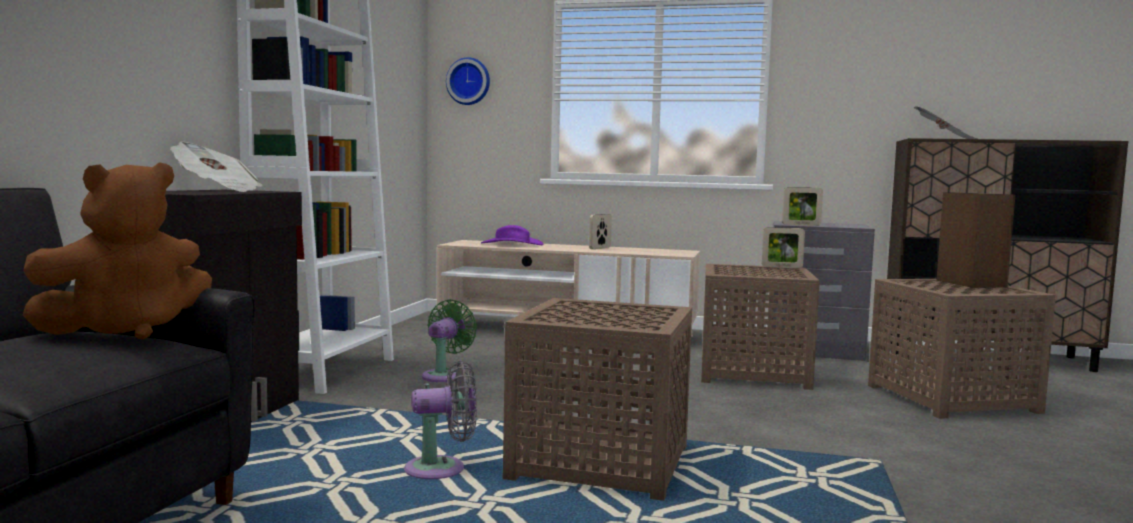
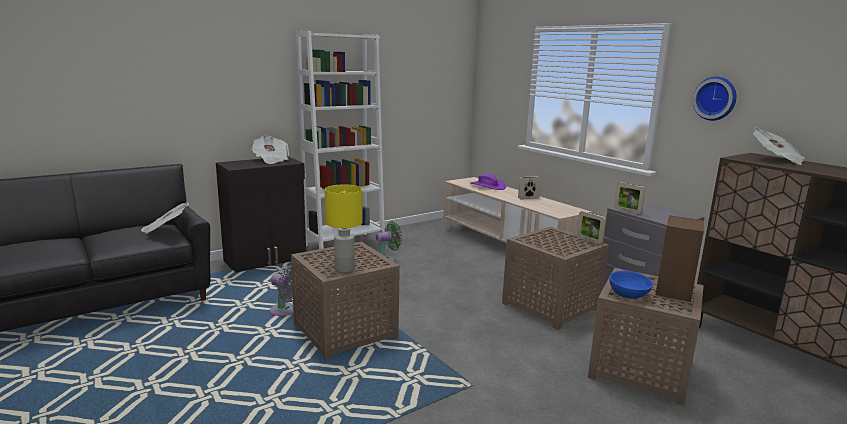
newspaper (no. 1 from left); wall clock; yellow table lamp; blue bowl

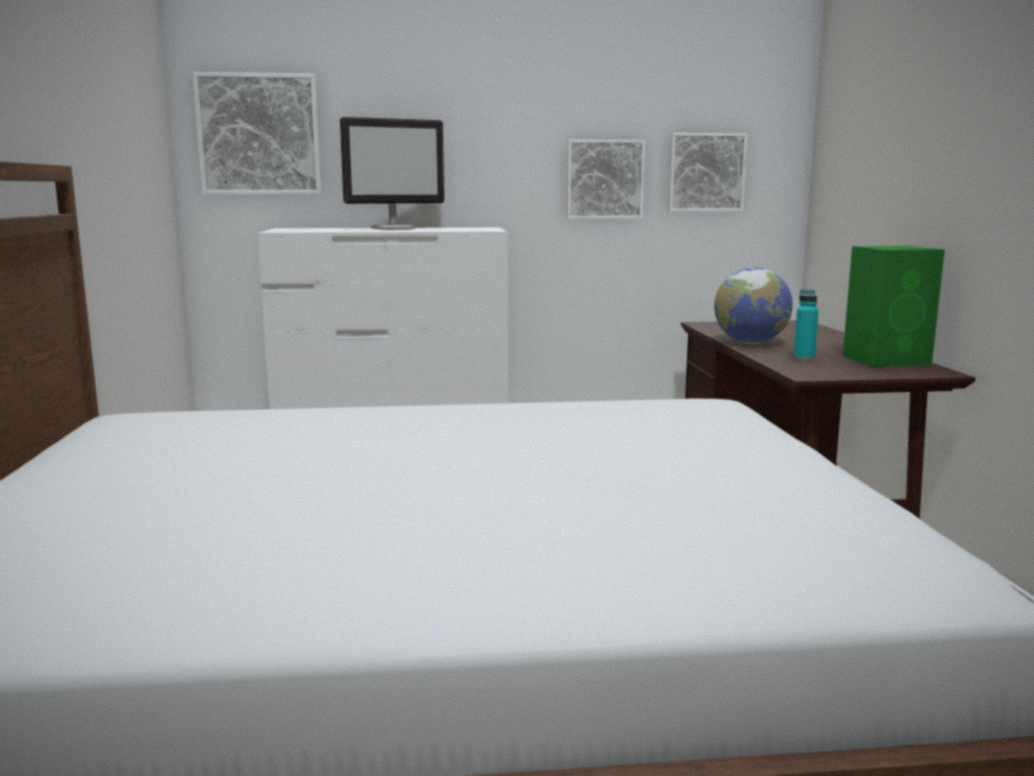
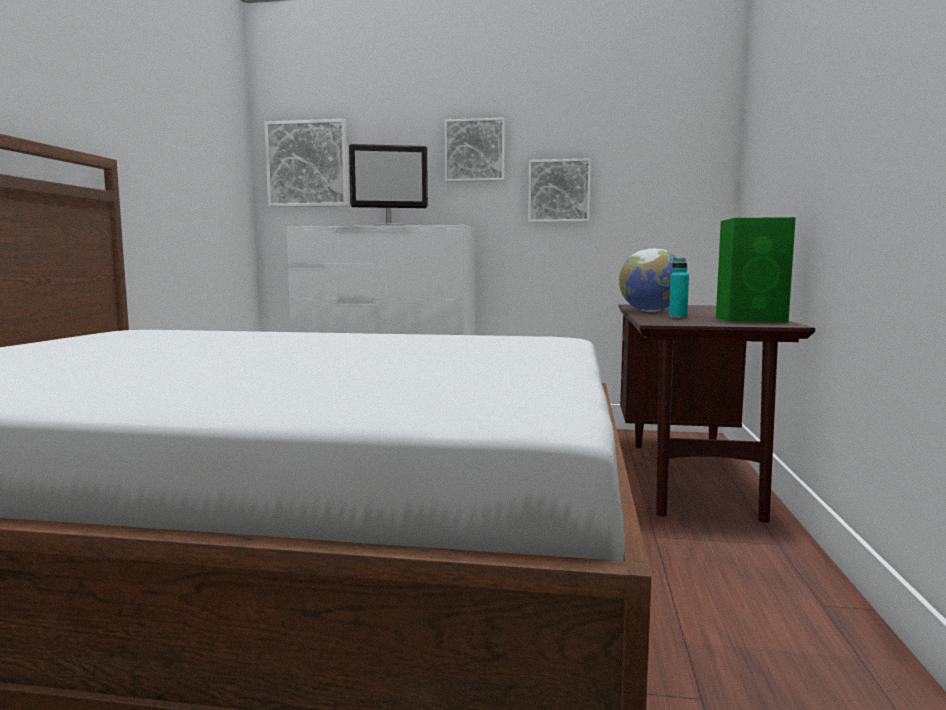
picture (no. 2 from left)

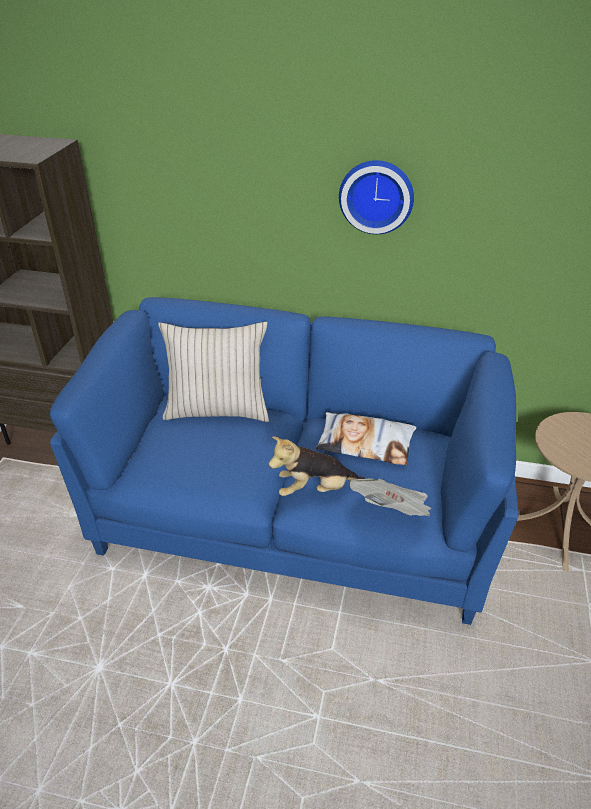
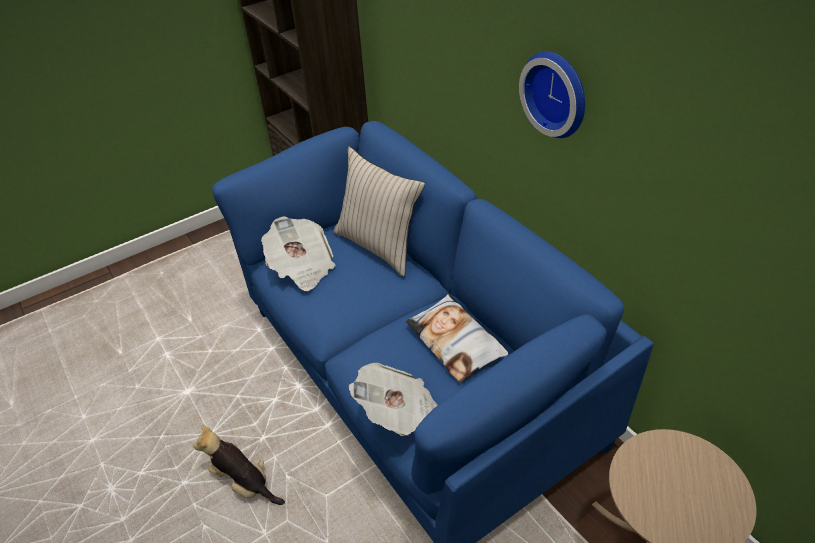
plush toy; newspaper (no. 1 from left)

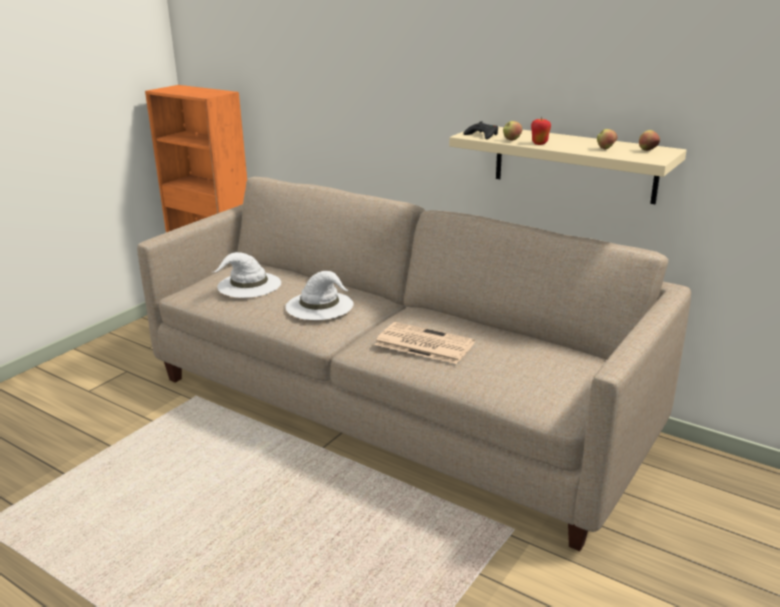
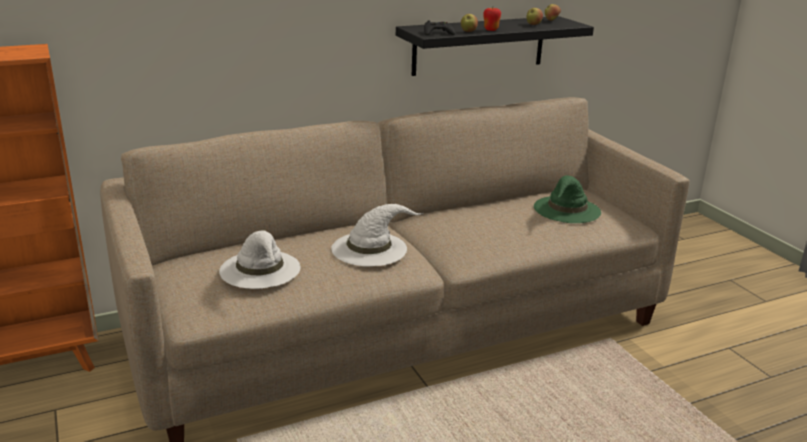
newspaper; black shelf; green hat

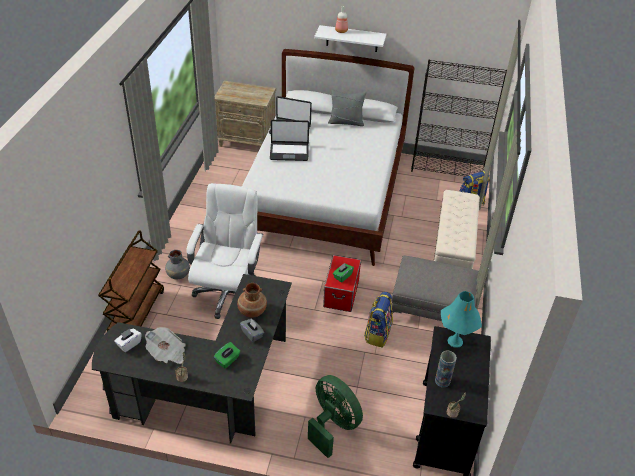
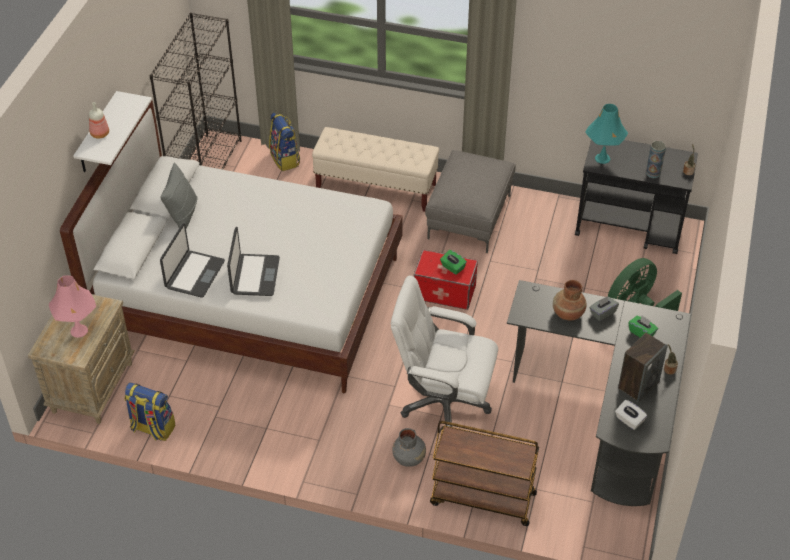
speaker; backpack (no. 1 from left); pink table lamp

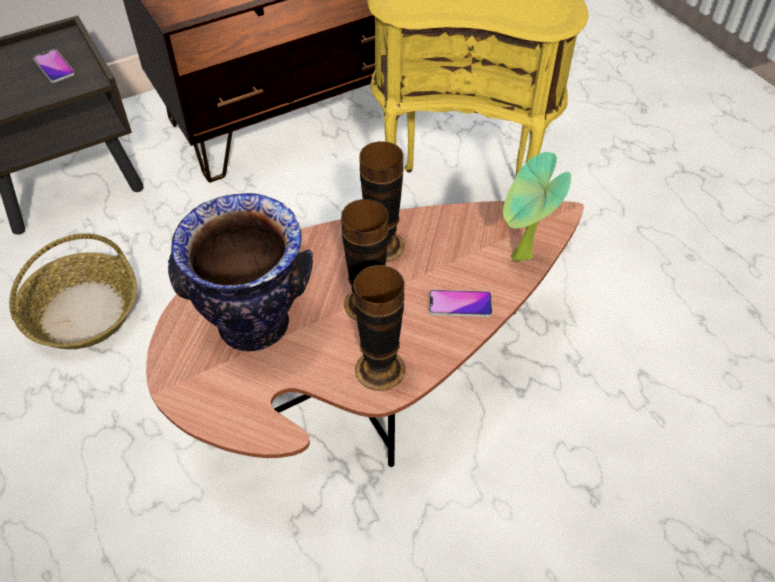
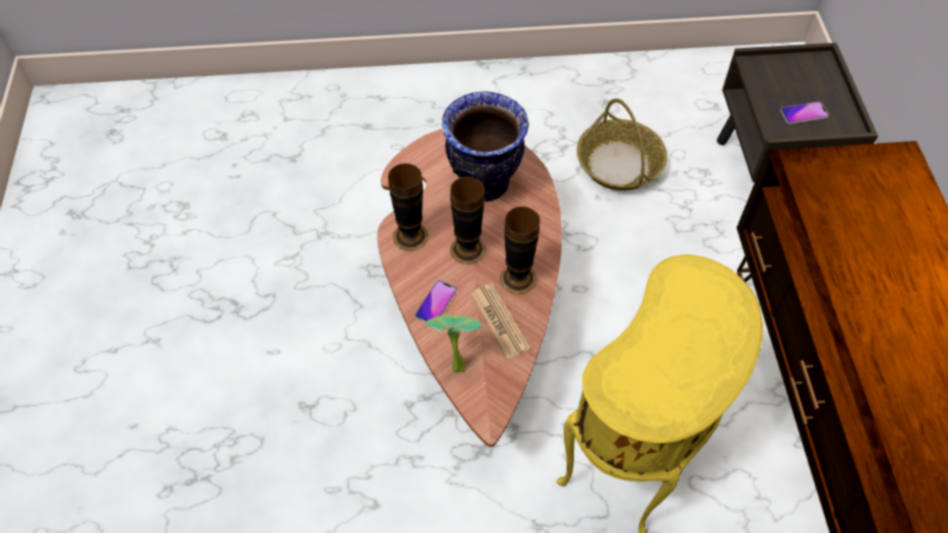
newspaper

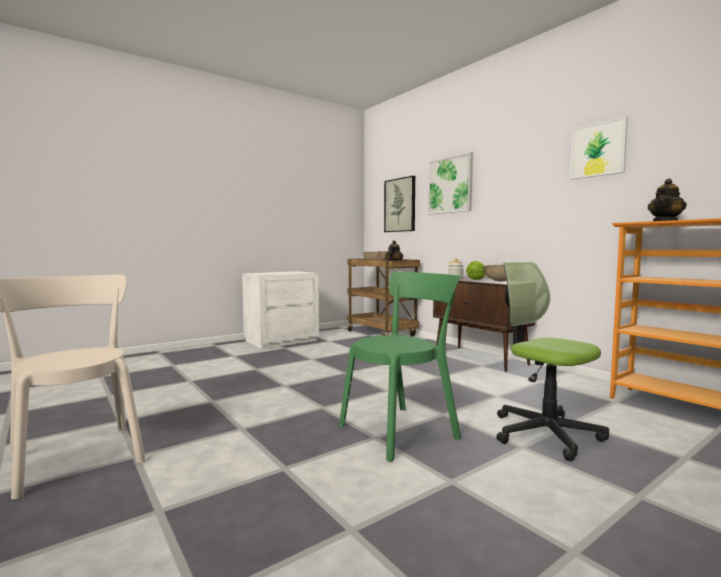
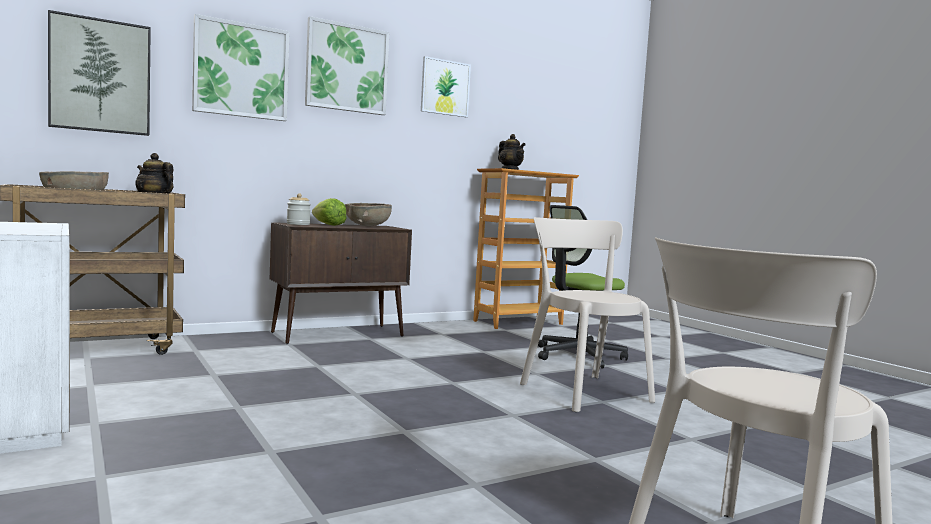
beige chair (no. 1 from left); picture (no. 3 from left)

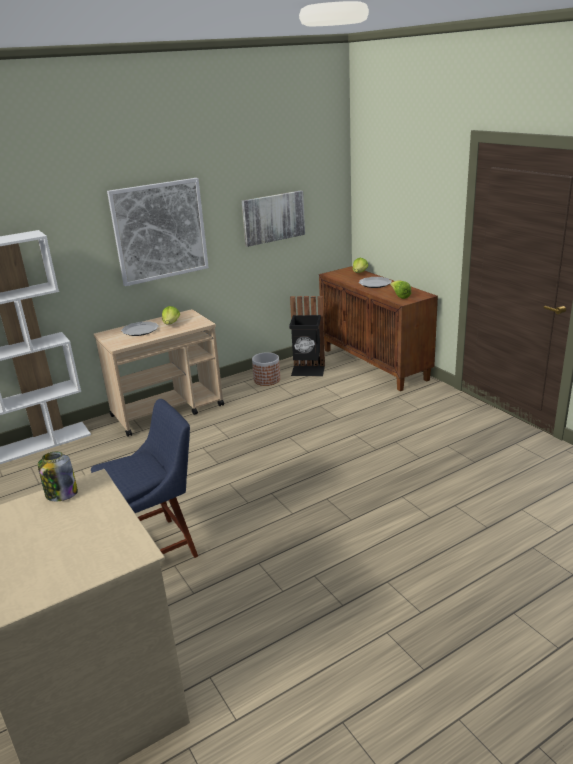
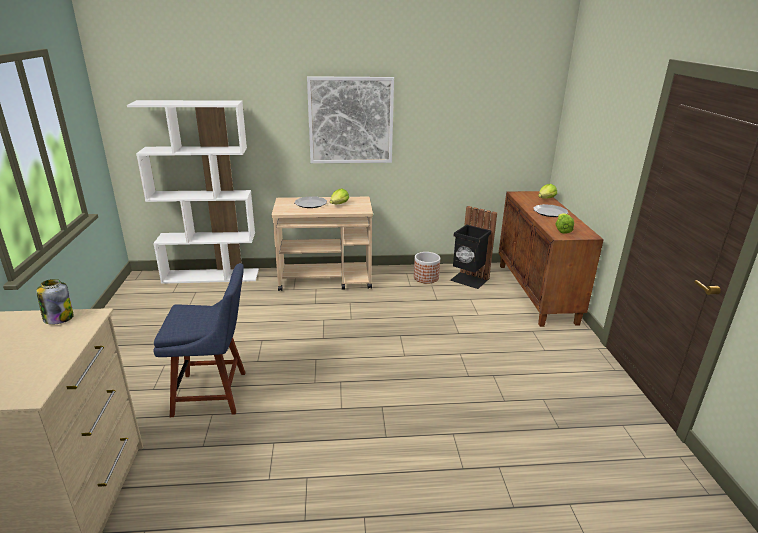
picture (no. 2 from left in the first image)

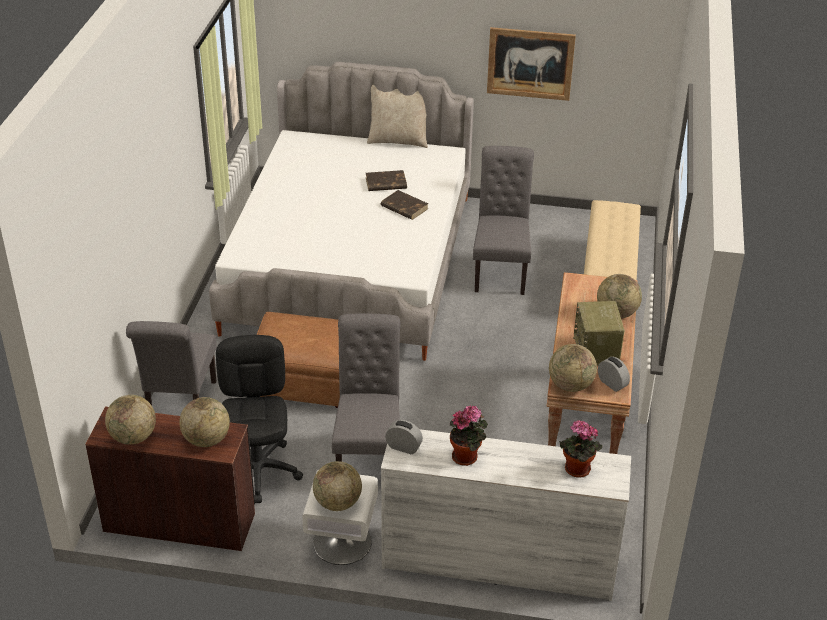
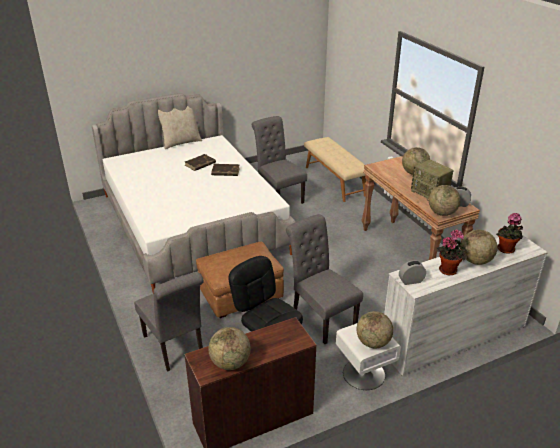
globe (no. 5 from left); picture

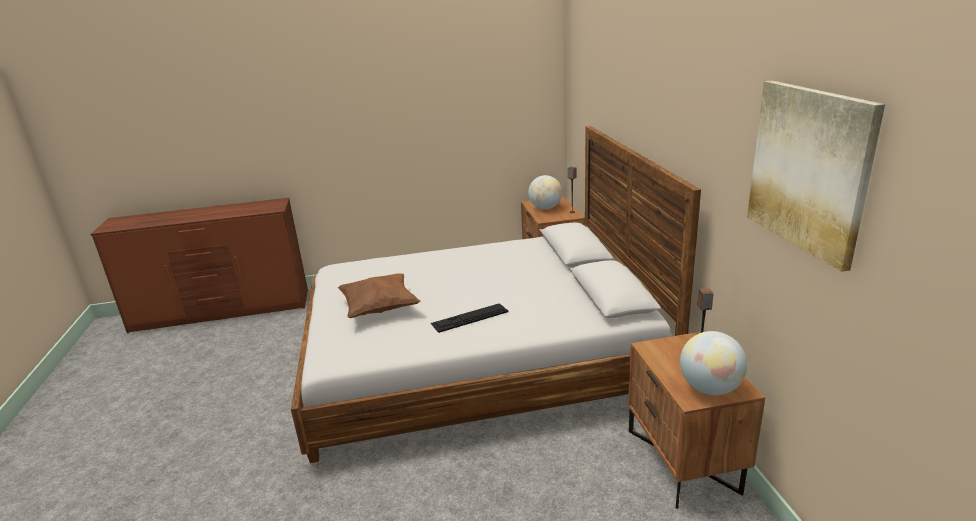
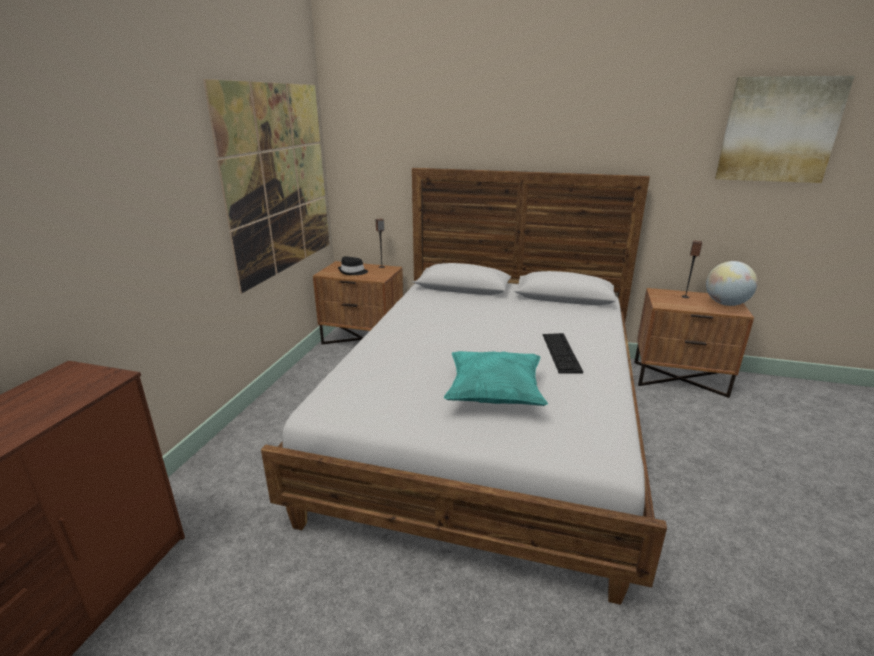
turquoise pillow; black hat; picture (no. 1 from left)

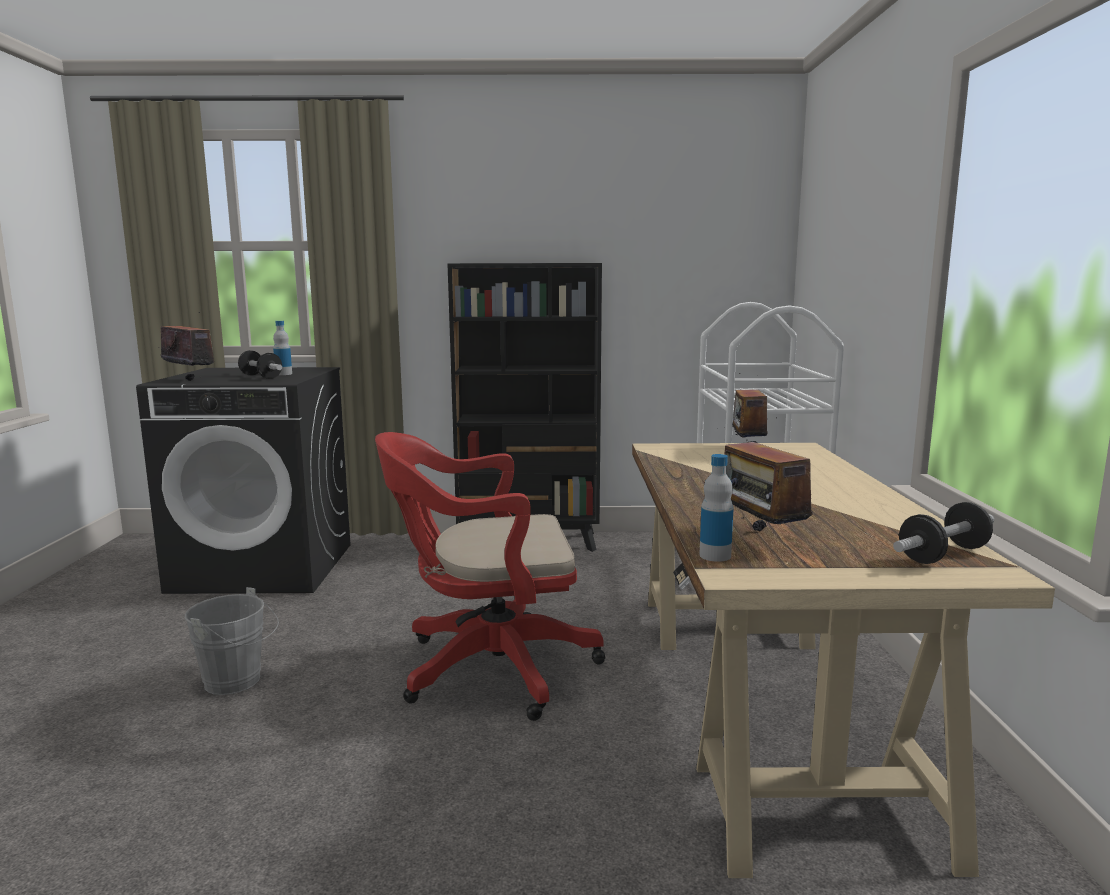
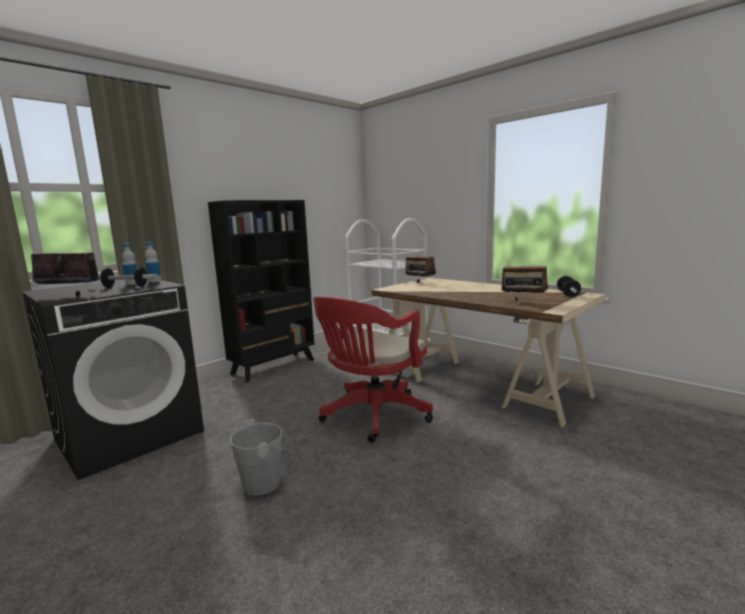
bottle (no. 2 from left)

